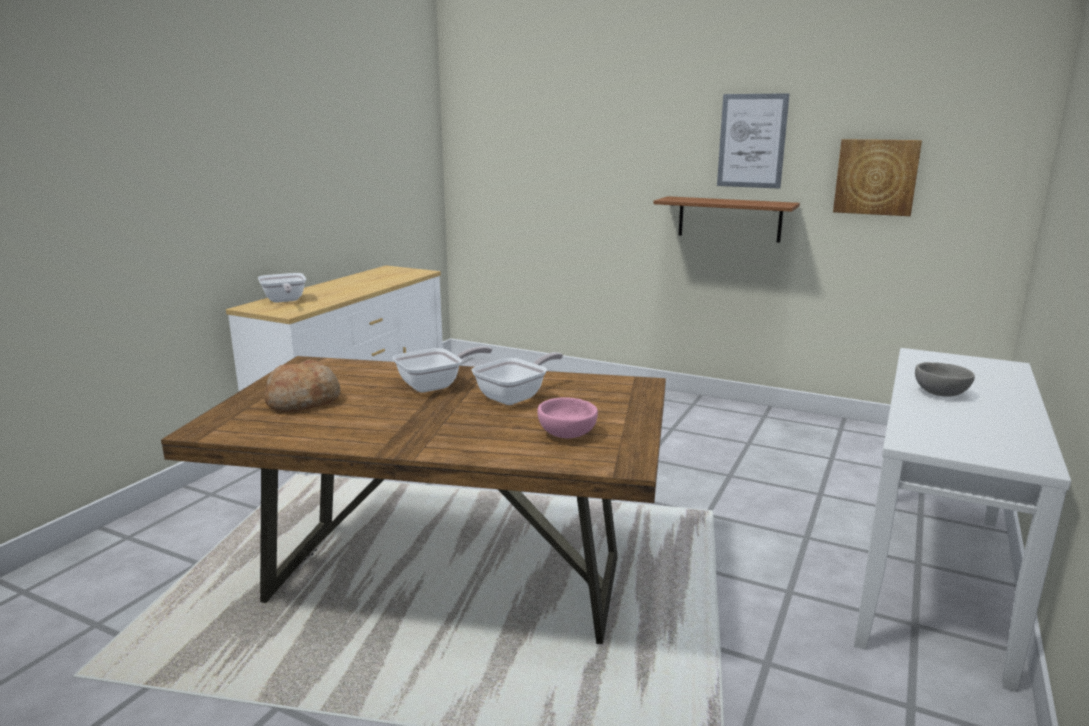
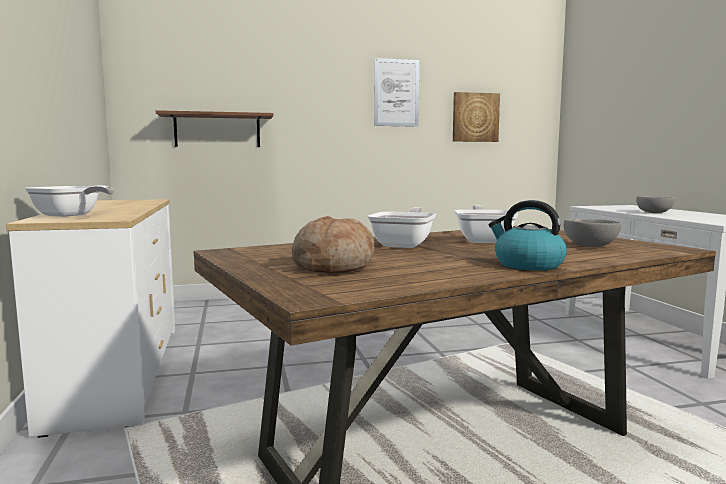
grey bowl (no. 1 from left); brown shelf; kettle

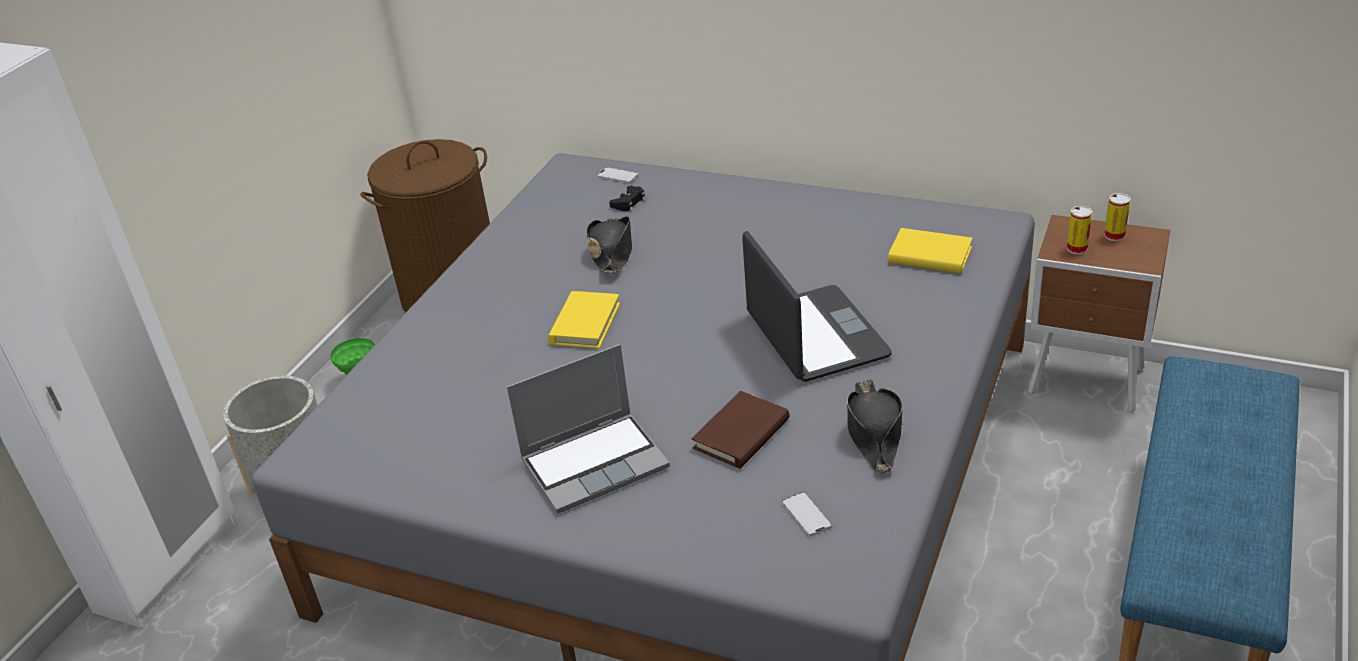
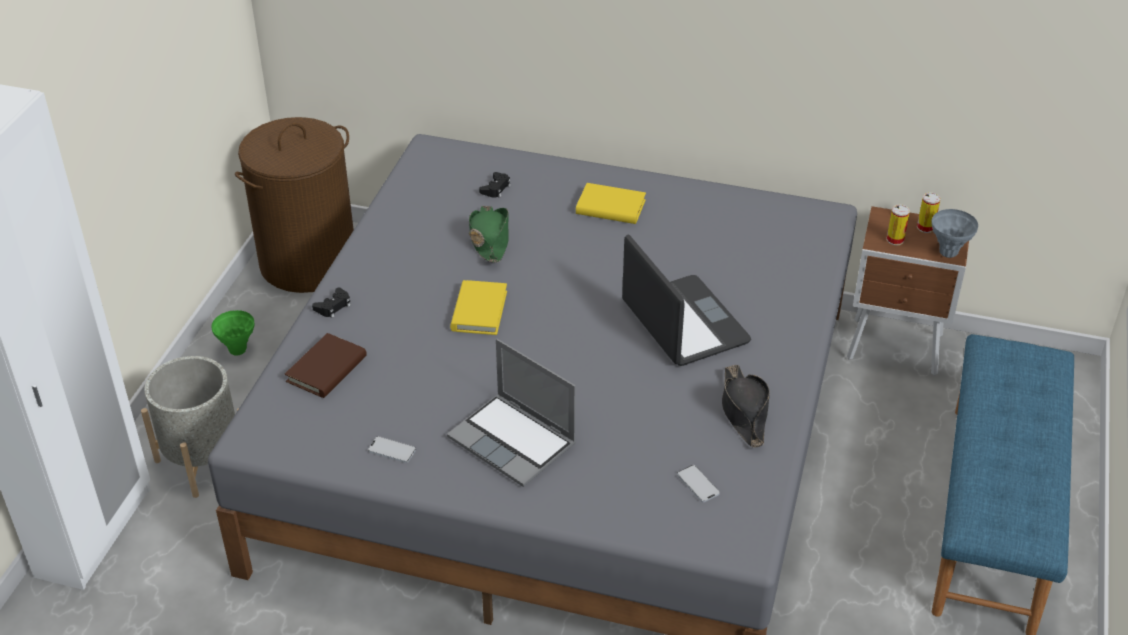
laptop (no. 1 from left); green hat; phone (no. 1 from left); brown book; yellow book (no. 2 from left); black game controller (no. 1 from left); grey vase

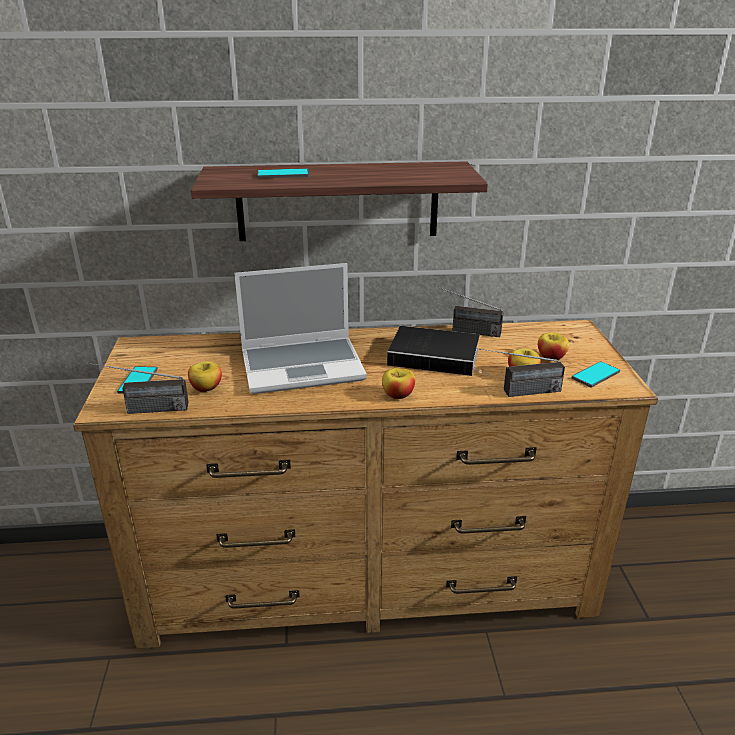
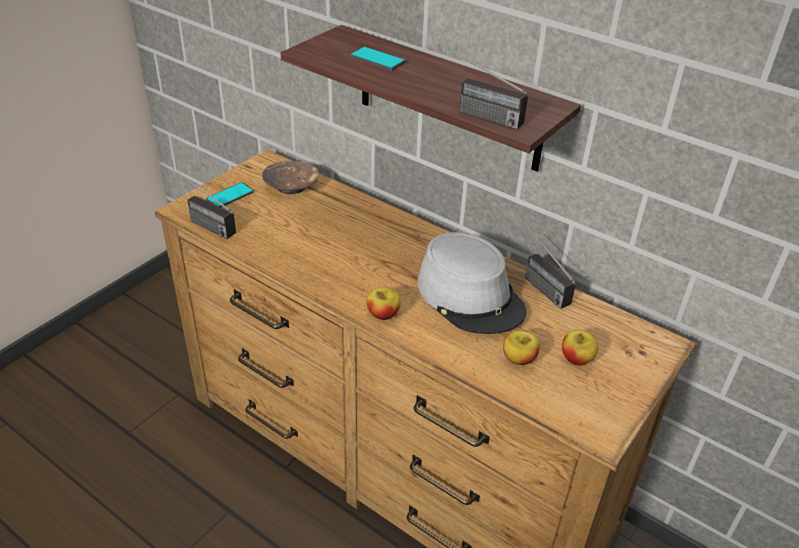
apple (no. 1 from left in the first image); laptop; grey hat; radio (no. 2 from left); phone (no. 3 from left in the first image); brown bowl

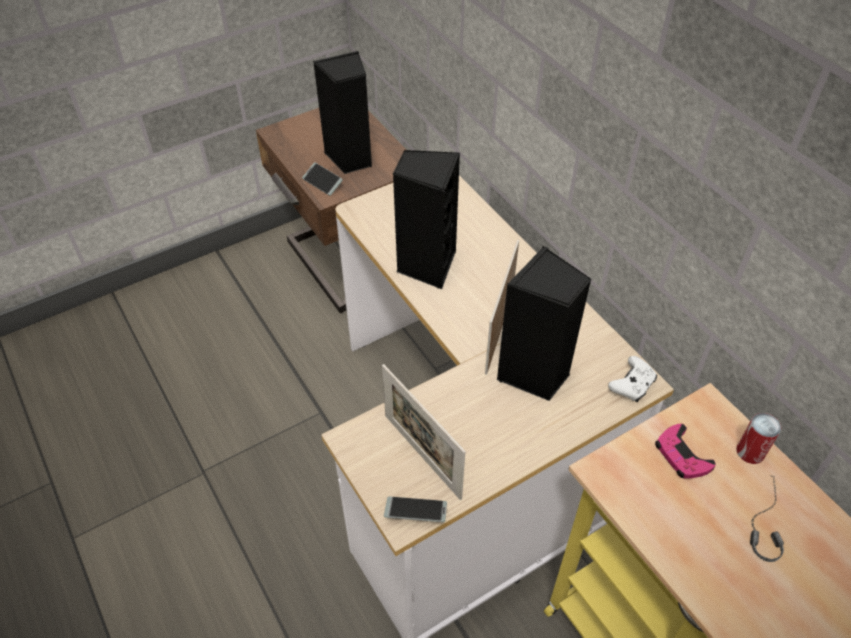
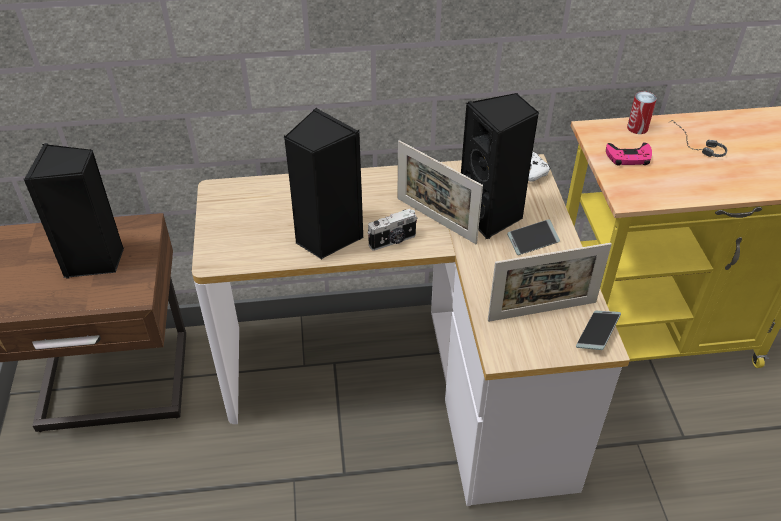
phone (no. 1 from left); photo camera

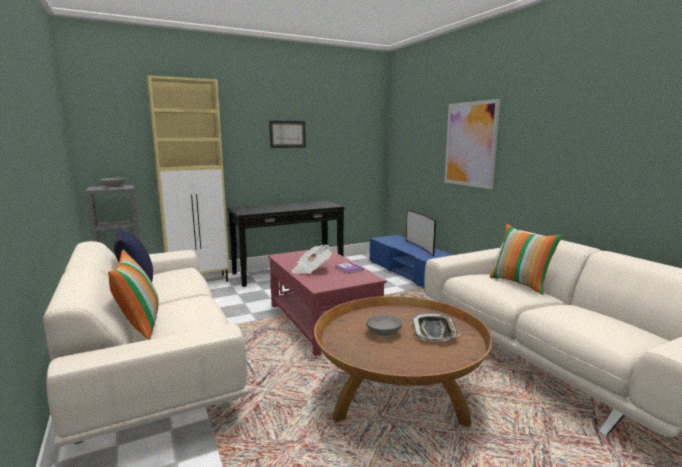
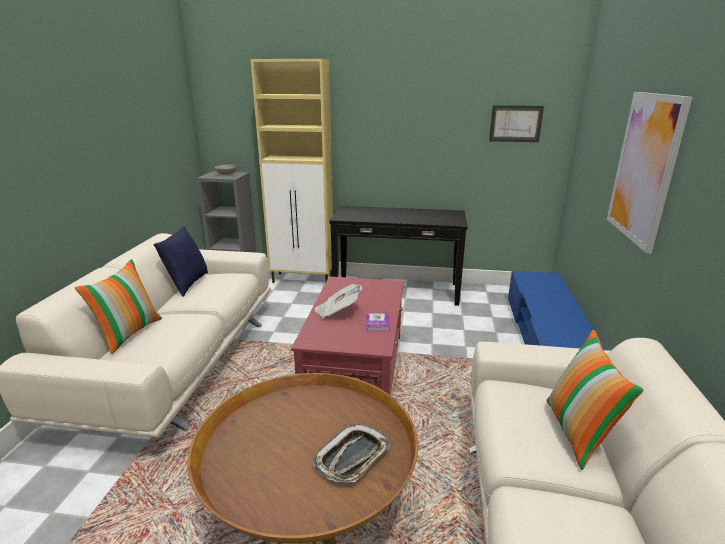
picture (no. 1 from left); grey bowl (no. 2 from left in the first image); television

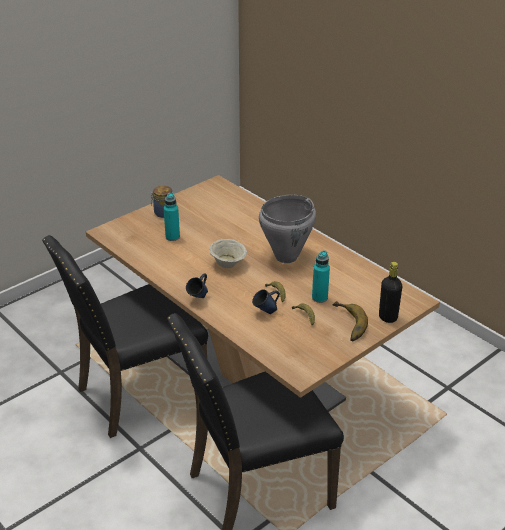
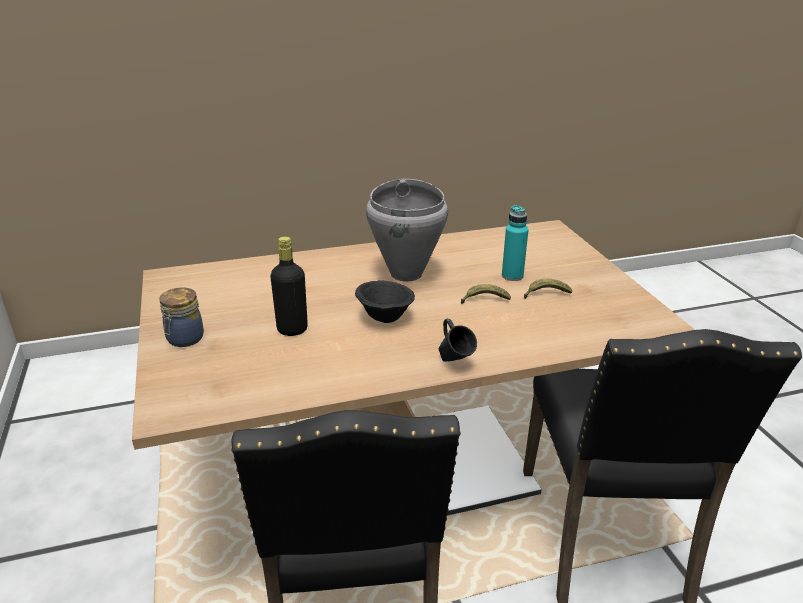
turquoise bottle (no. 1 from left in the first image); black bowl; blue mug (no. 2 from left in the first image); banana (no. 3 from left in the first image); black bottle

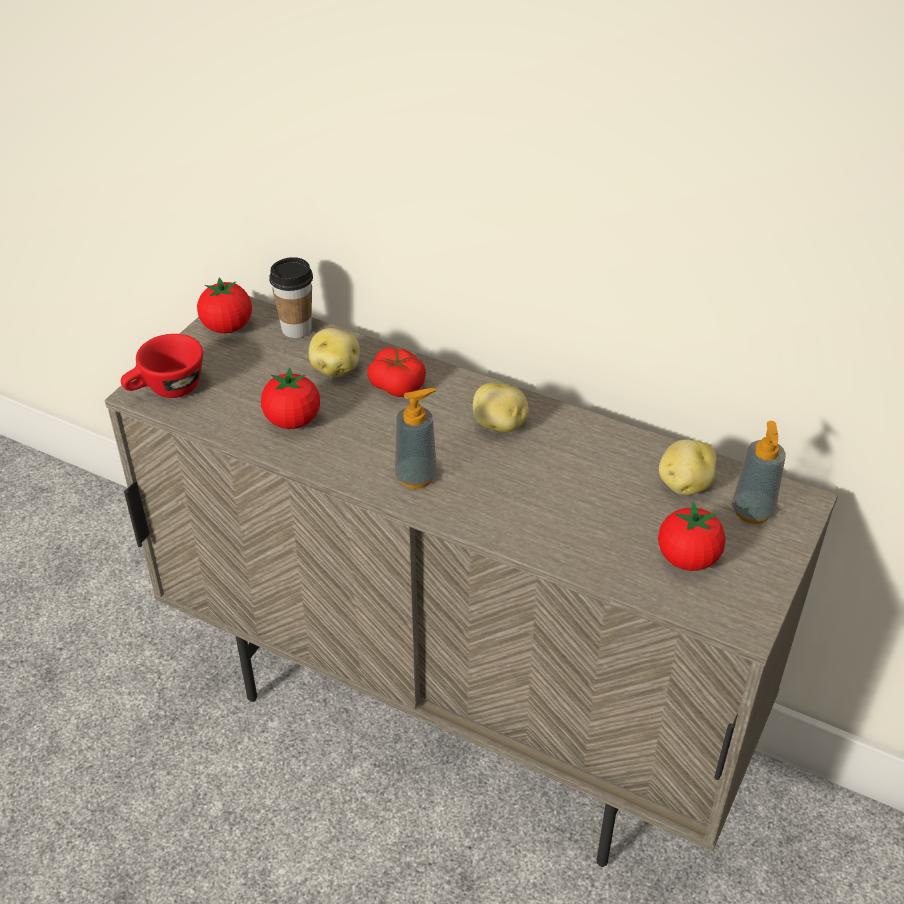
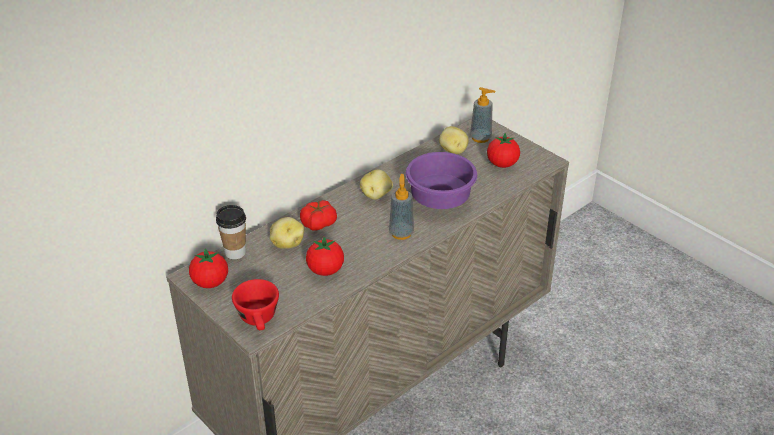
purple bowl

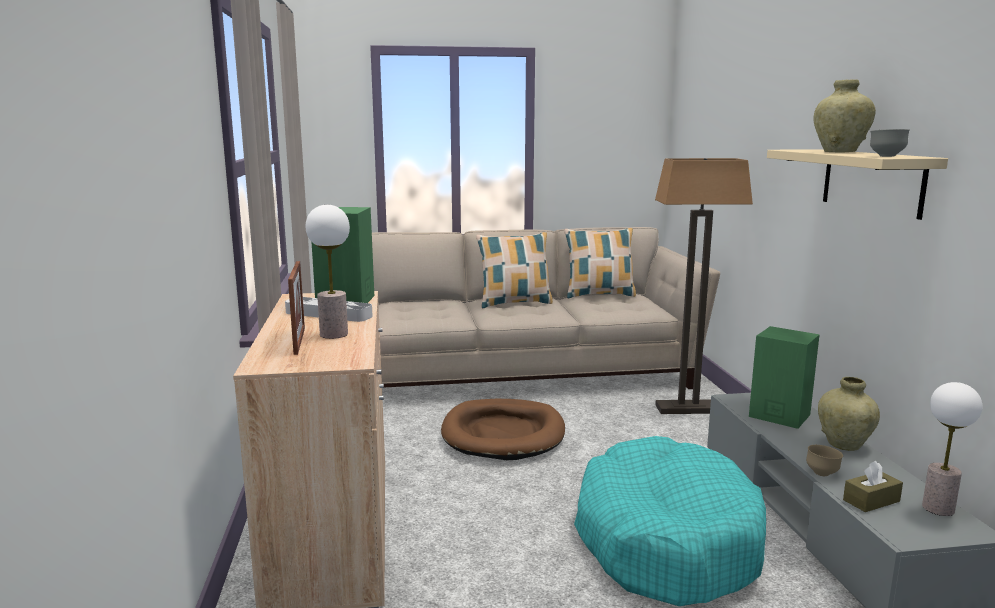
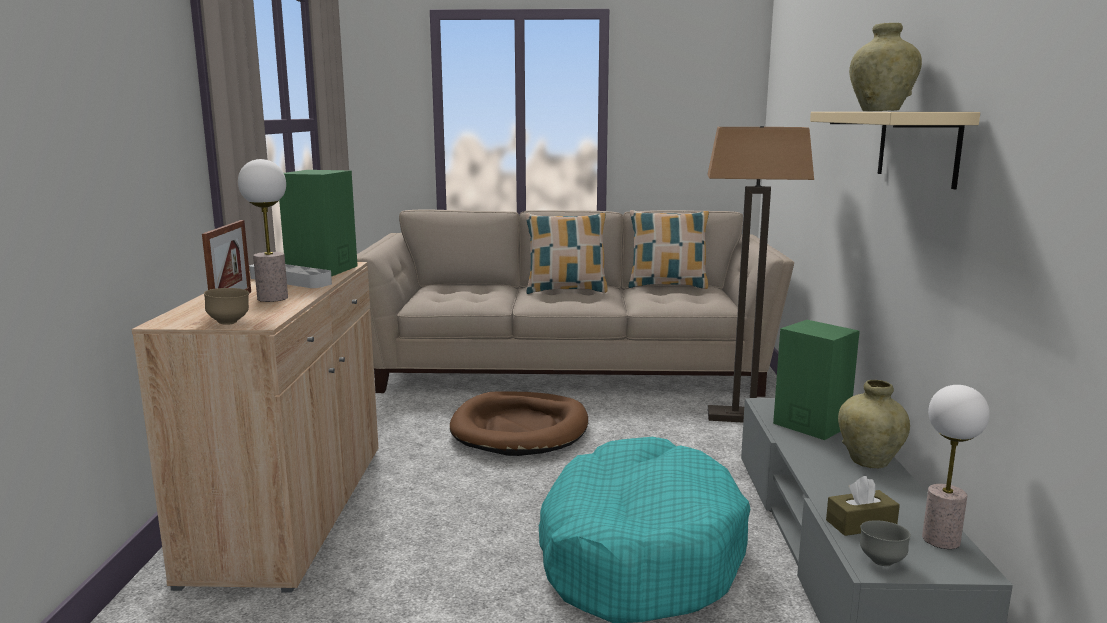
brown bowl; grey bowl

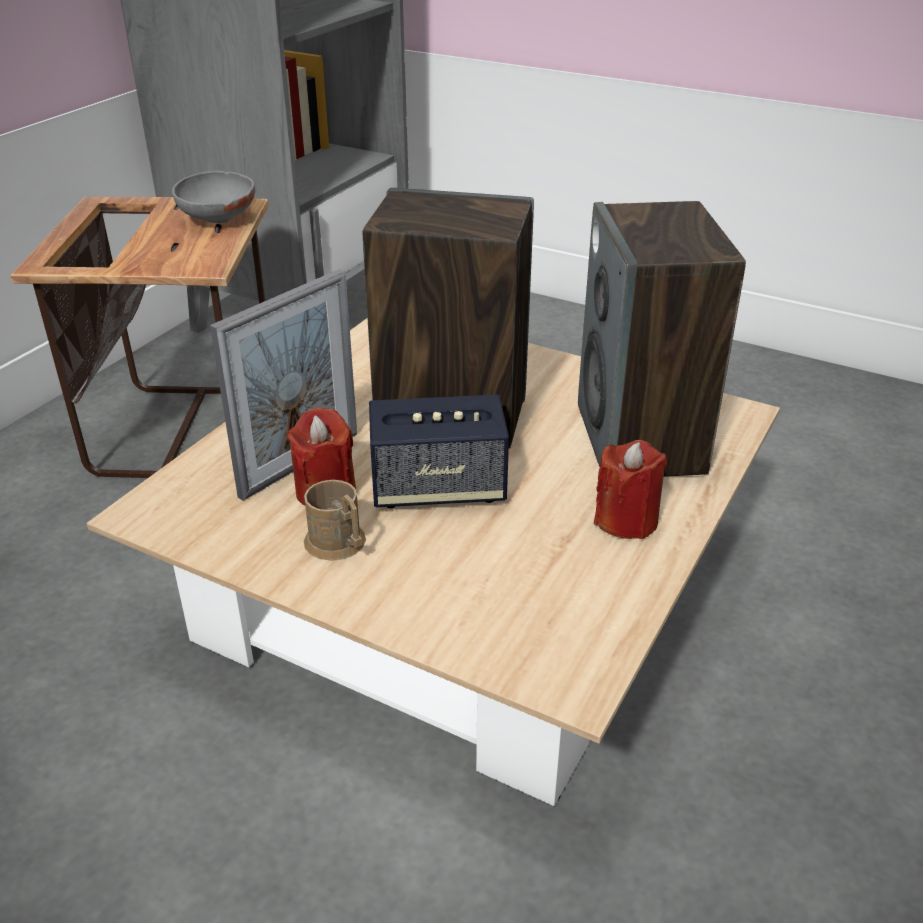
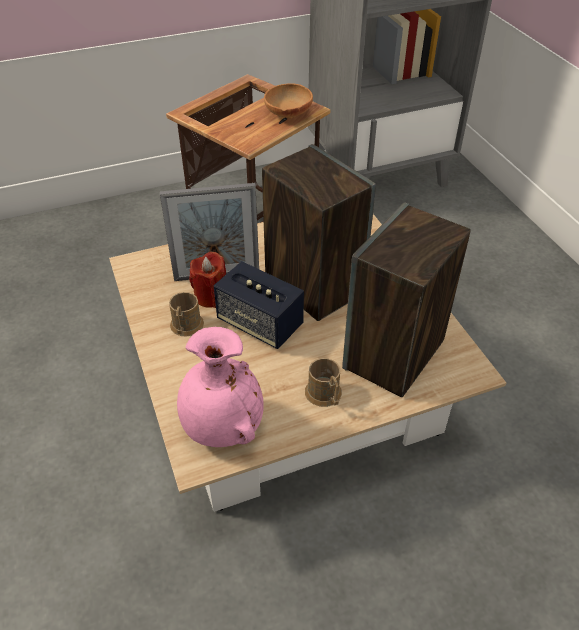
brown bowl; brown mug (no. 2 from left); pink vase

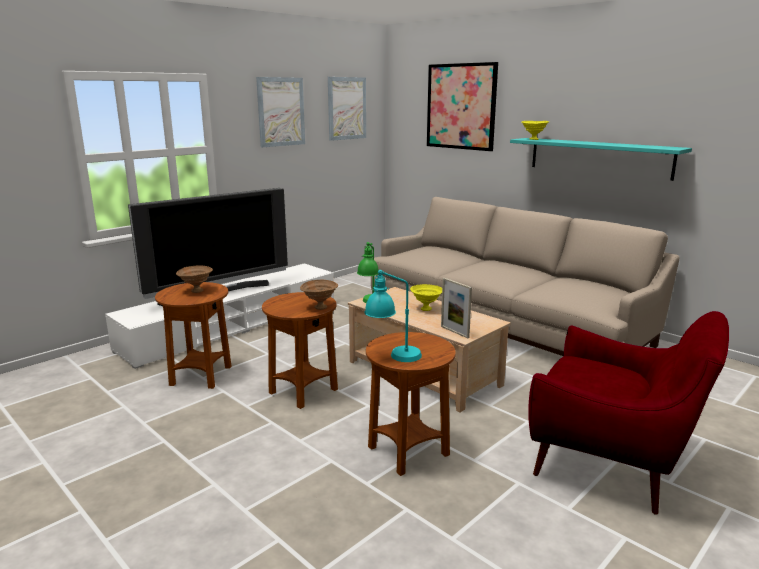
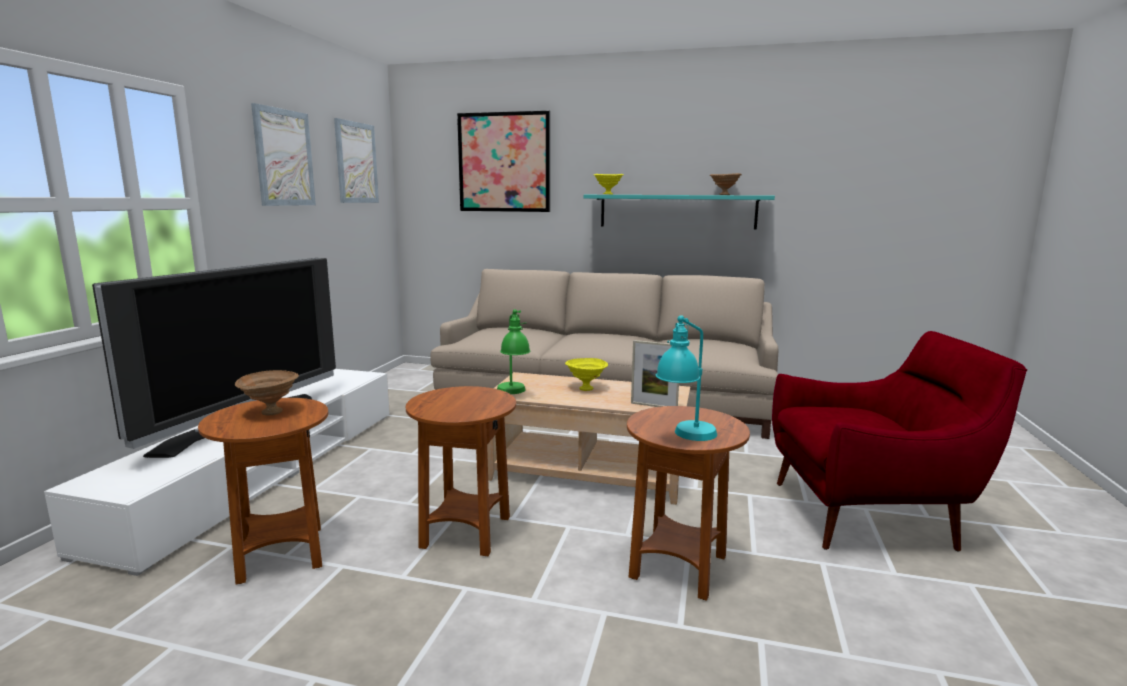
brown bowl (no. 2 from left)

